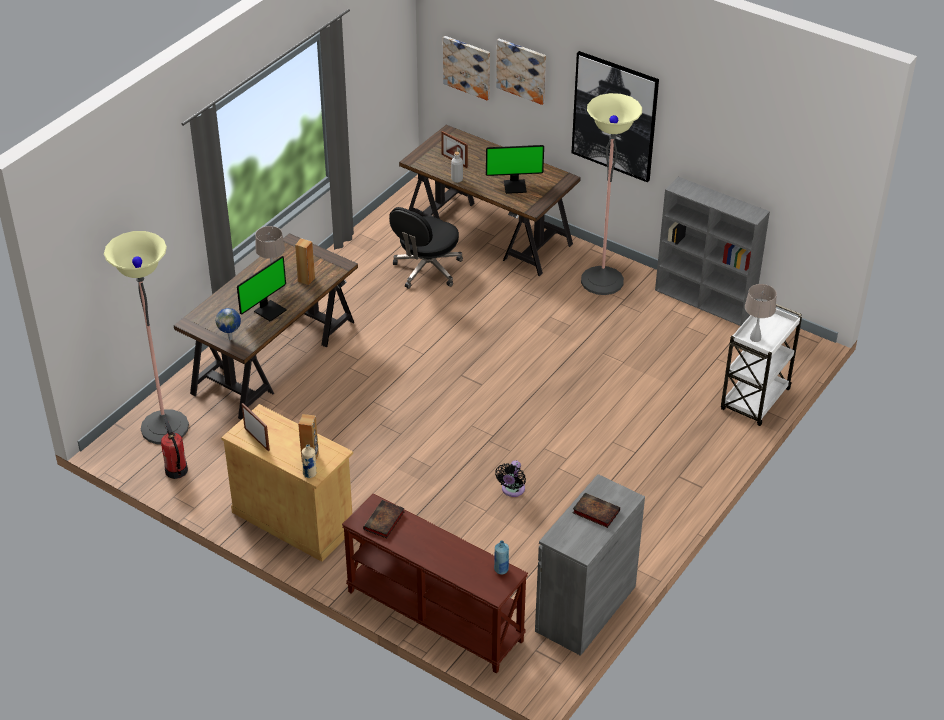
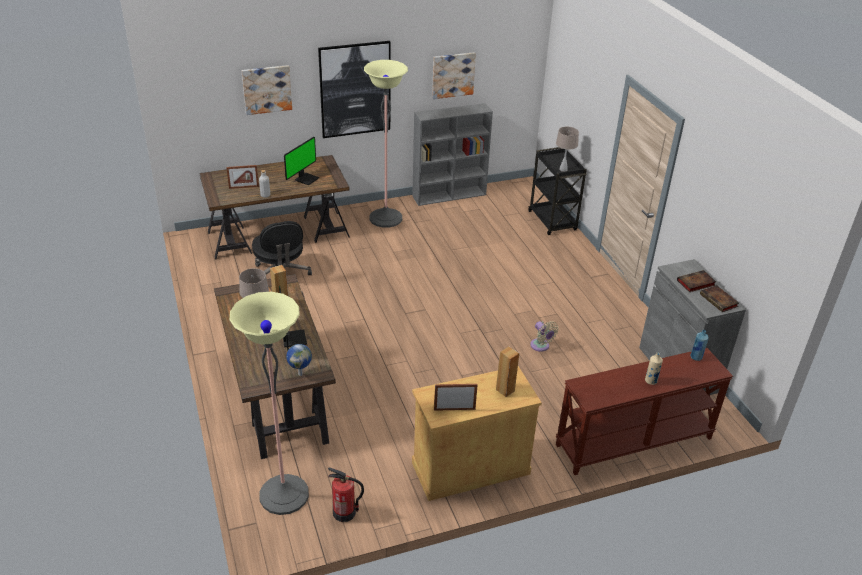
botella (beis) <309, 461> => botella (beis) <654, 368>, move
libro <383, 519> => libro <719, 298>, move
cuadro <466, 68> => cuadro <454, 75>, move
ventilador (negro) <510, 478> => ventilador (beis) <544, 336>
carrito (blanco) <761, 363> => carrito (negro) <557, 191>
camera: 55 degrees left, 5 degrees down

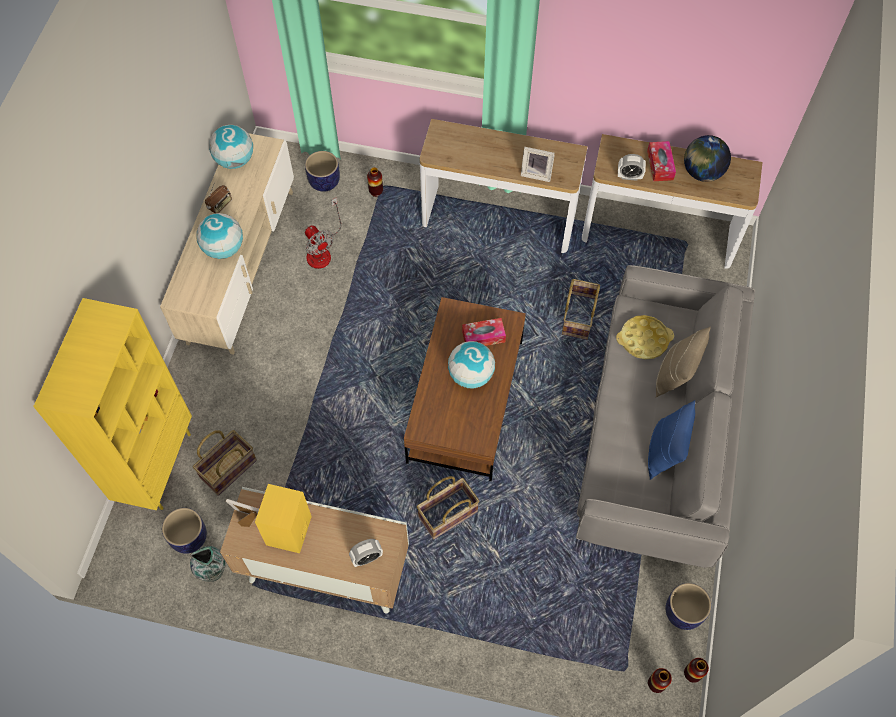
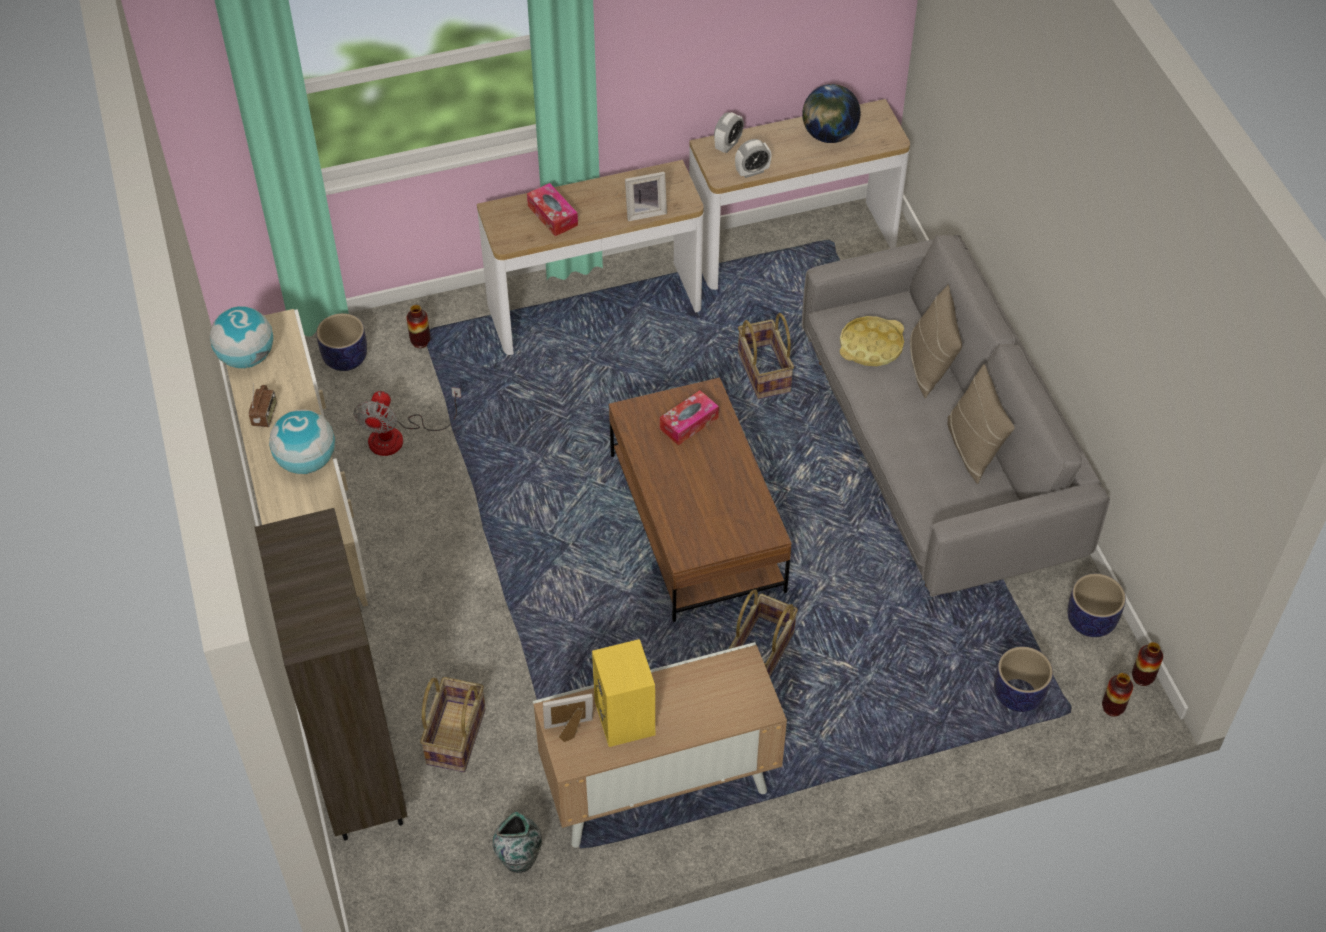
estantería (amarillo) <112, 404> => estantería (marrón) <330, 674>
maceta <184, 531> => maceta <1023, 679>, move
ventilador <323, 233> => ventilador <407, 421>, 75 degrees clockwise
despertador <366, 553> => despertador <729, 132>, move
globo terráqueo <471, 365> => nothing
caja de pañuelos <661, 161> => caja de pañuelos <552, 209>, move
cojín (azul) <671, 440> => cojín (beis) <981, 424>
camera: 30 degrees left, 10 degrees down

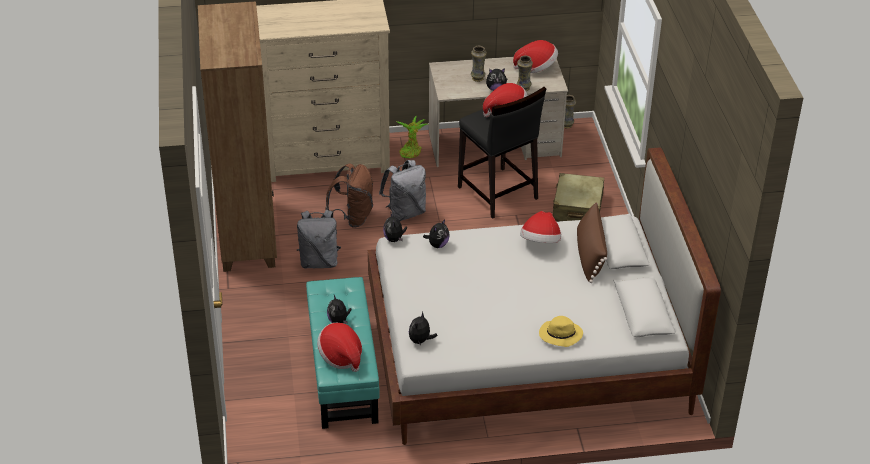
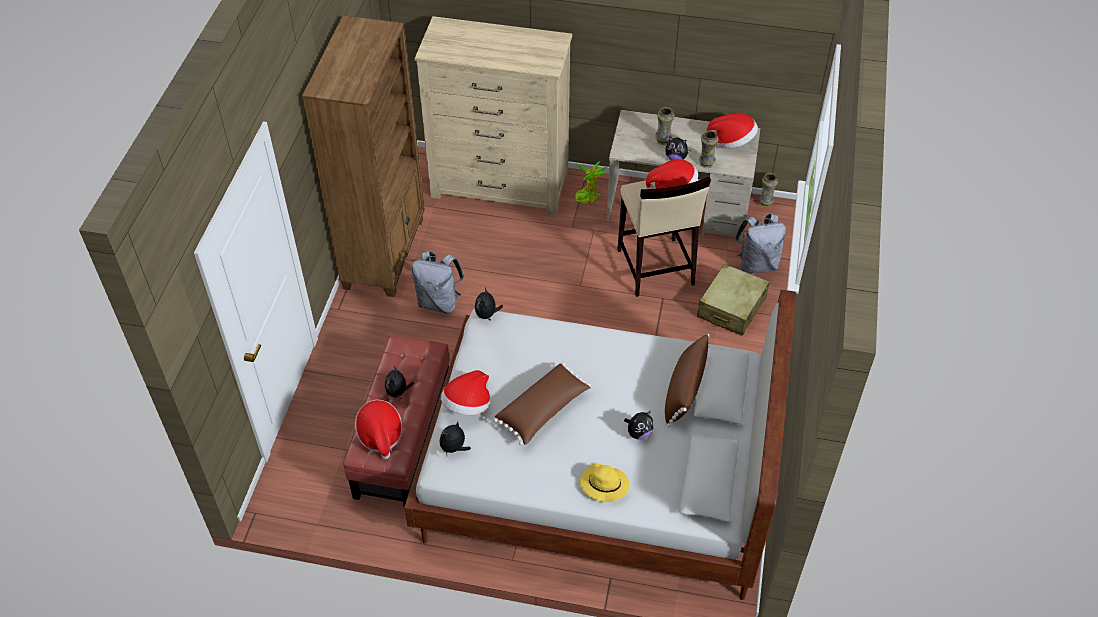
puf (turquesa) <342, 353> => puf (rojo) <396, 421>
mochila (marrón) <349, 196> => nothing
mochila (gris) <402, 190> => mochila (gris) <760, 243>, move
peluche <436, 233> => peluche <639, 425>, move
taburete (negro) <502, 153> => taburete (beis) <664, 237>
sombrero <540, 227> => sombrero <465, 392>, move
nothing => cojín (marrón) <542, 403>
camera: 20 degrees right, 10 degrees up

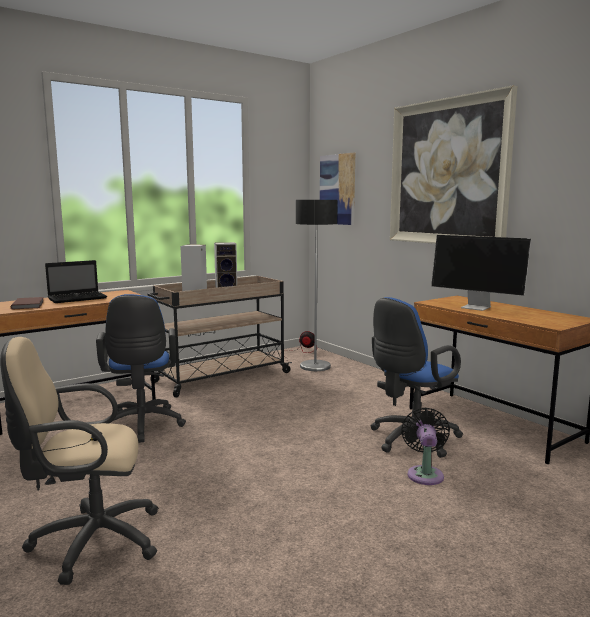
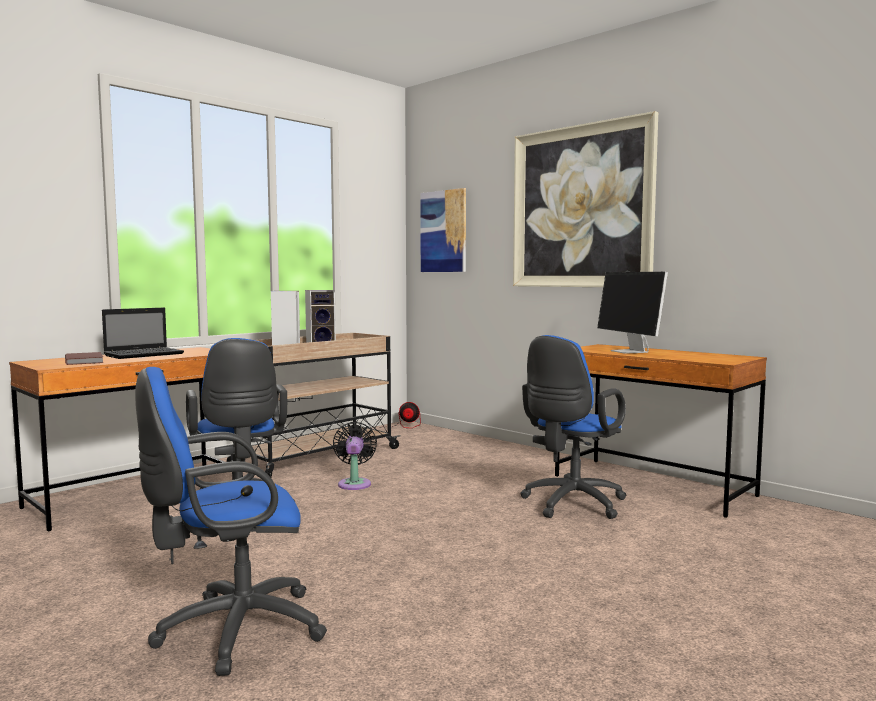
silla de oficina (beis) <79, 461> => silla de oficina (azul) <231, 521>
lámpara de pie <317, 285> => nothing
ventilador (negro) <425, 446> => ventilador (negro) <355, 456>, move
monitor <481, 273> => monitor <632, 313>, 45 degrees clockwise
camera: 10 degrees left, 5 degrees down

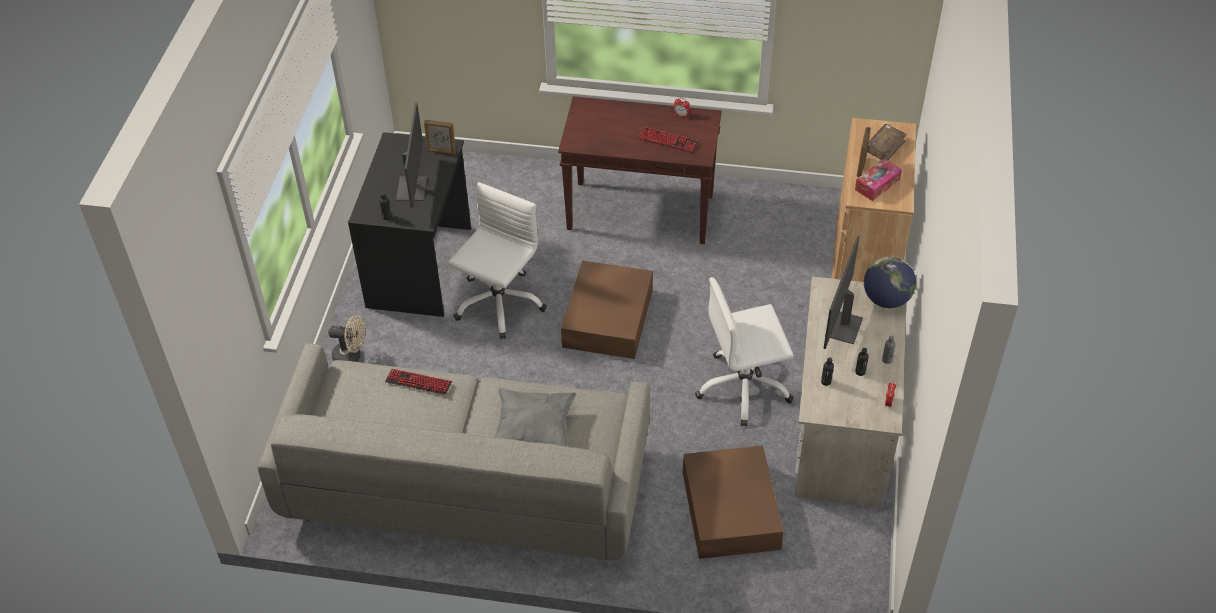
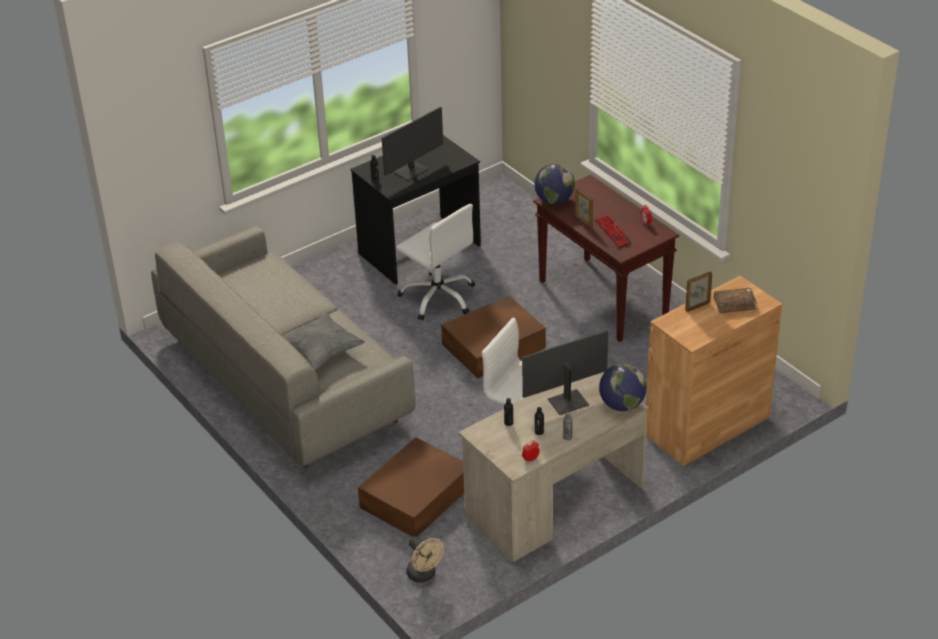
ventilador (beis) <346, 338> => ventilador (beis) <425, 559>, move
teclado <418, 382> => nothing
portarretratos <440, 137> => portarretratos <584, 208>, move
silla de oficina (blanco) <497, 260> => silla de oficina (blanco) <435, 262>, 60 degrees clockwise
caja de pañuelos <878, 180> => nothing
nothing => globo terráqueo <554, 184>
camera: 45 degrees right, 10 degrees down

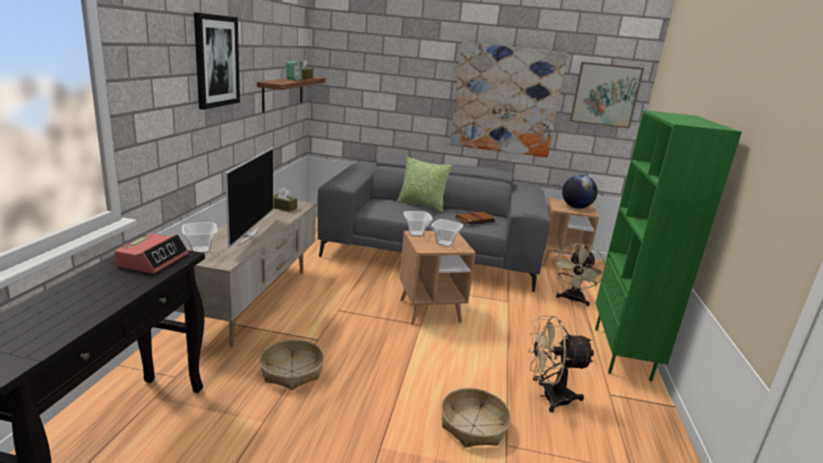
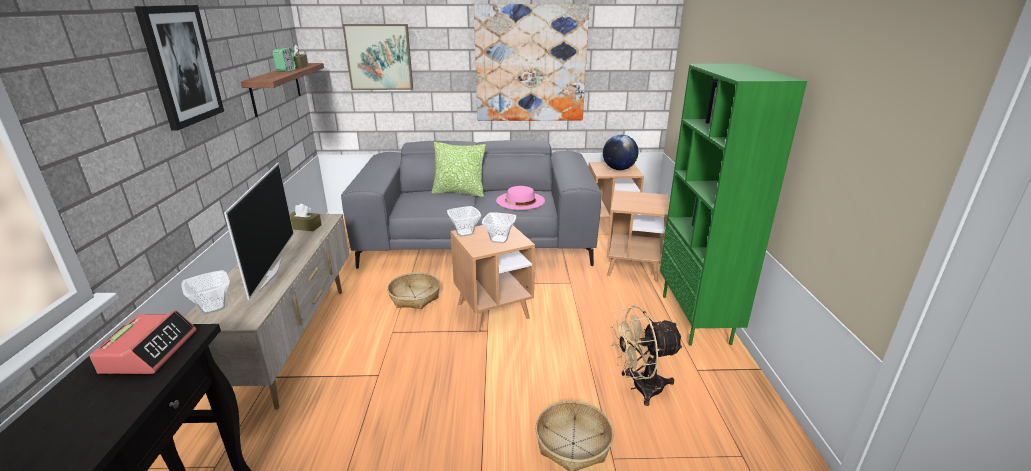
cesta <291, 364> => cesta <413, 290>, move
libro (marrón) <476, 218> => sombrero (rosa) <520, 198>
ventilador (beis) <580, 274> => mesa auxiliar (marrón) <638, 236>
cuadro <607, 95> => cuadro <377, 57>, move
camera: 10 degrees left, 5 degrees up

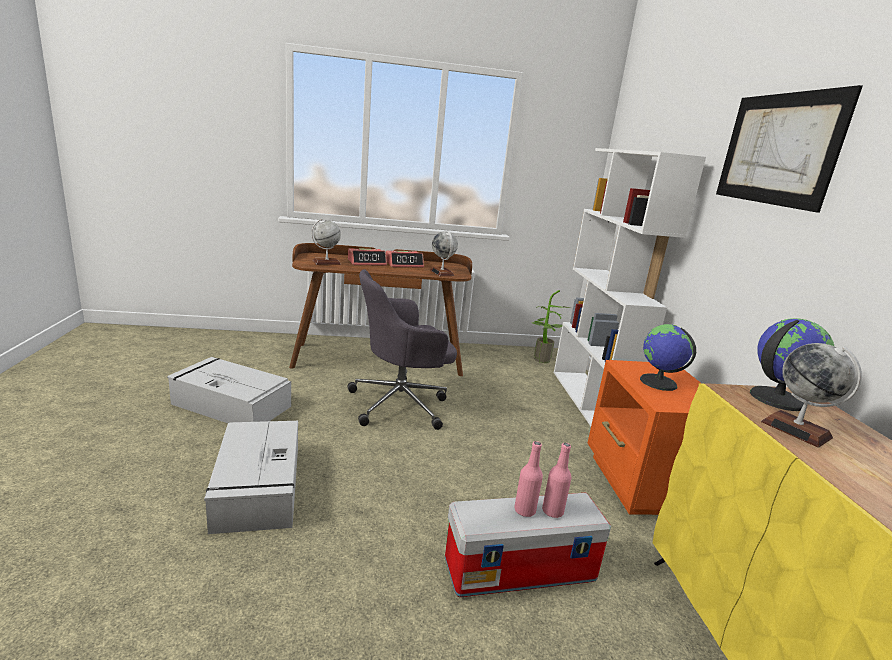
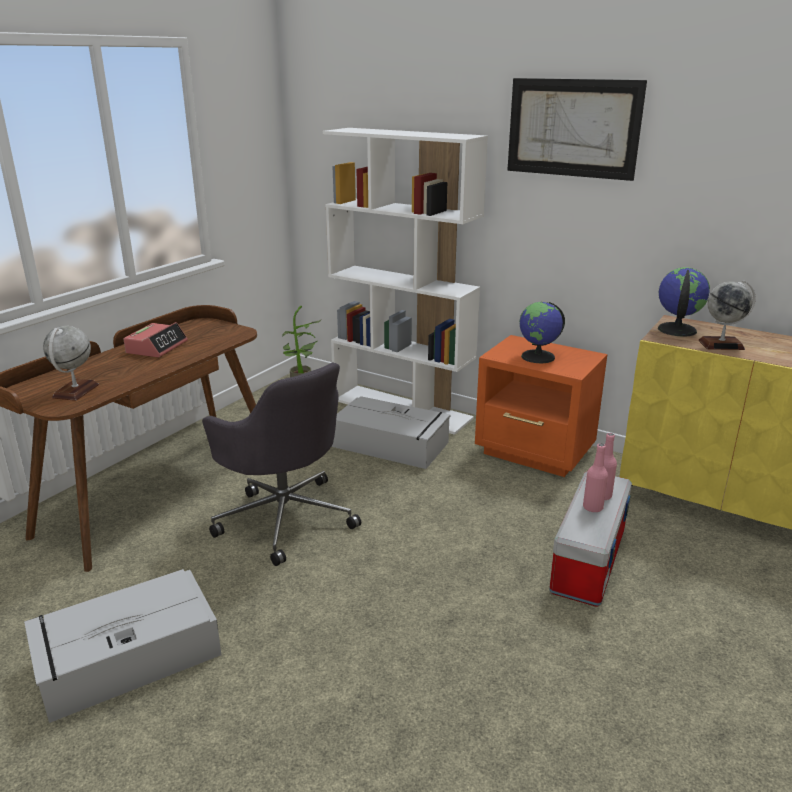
caja de almacenaje (gris) <251, 477> => caja de almacenaje (gris) <391, 432>, move
silla de oficina (gris) <402, 349> => silla de oficina (gris) <281, 464>, 60 degrees counterclockwise
despertador <367, 257> => nothing
globo terráqueo <444, 253> => nothing
camera: 50 degrees left, 5 degrees up

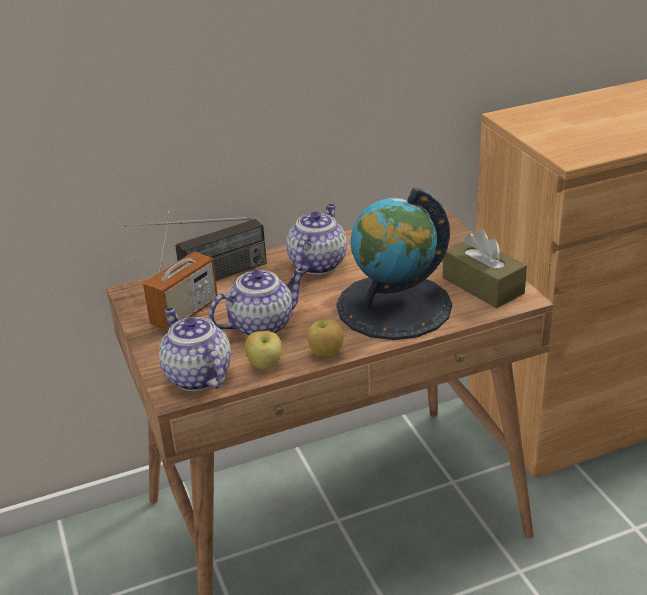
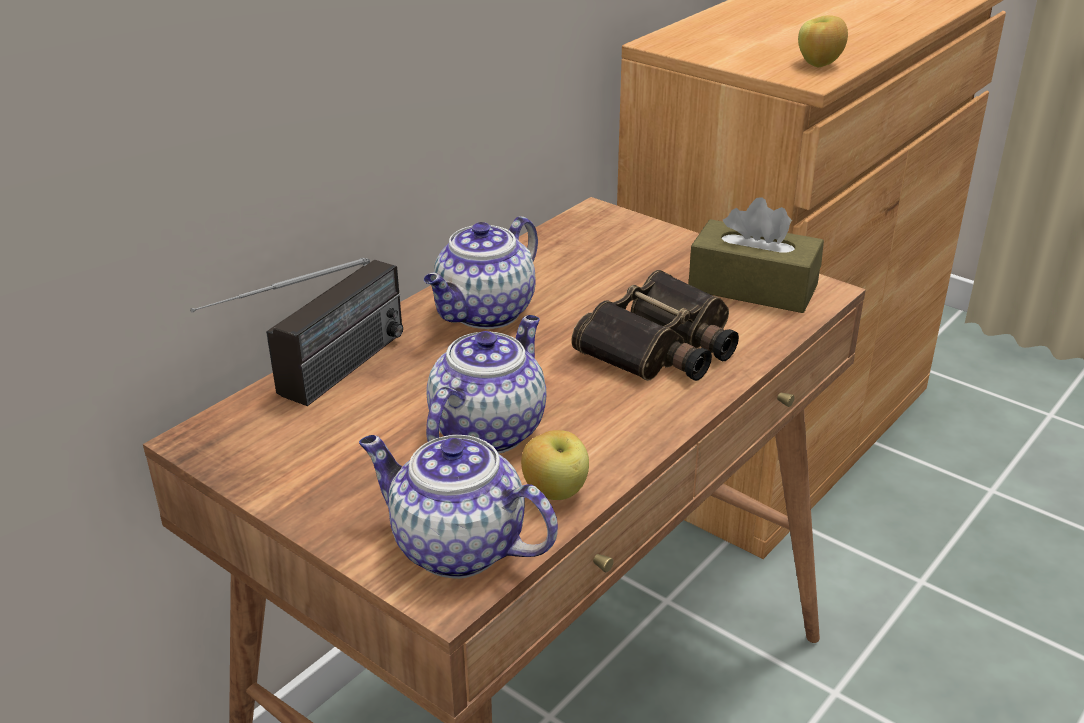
radio <180, 271> => nothing
tetera <316, 239> => tetera <481, 273>, 135 degrees counterclockwise
manzana <325, 338> => manzana <823, 41>, move
globo terráqueo <394, 264> => prismáticos <655, 325>
camera: 30 degrees left, 0 degrees up

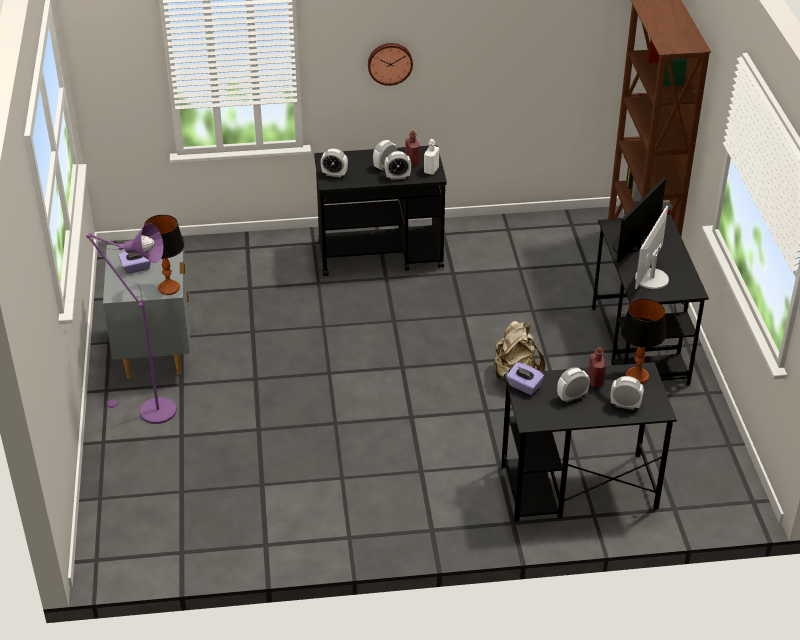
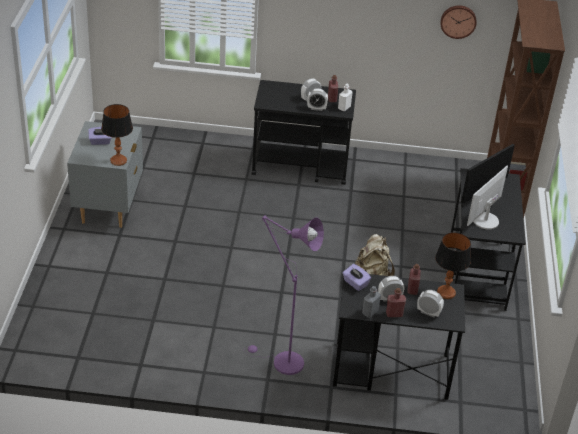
lámpara de pie (morado) <131, 323> => lámpara de pie (morado) <284, 295>, move
despertador <334, 163> => nothing
reloj de pared <390, 64> => reloj de pared <459, 22>, move
nothing => botella (gris) <371, 302>
nothing => botella (rojo) <396, 302>
camera: 10 degrees right, 0 degrees up

